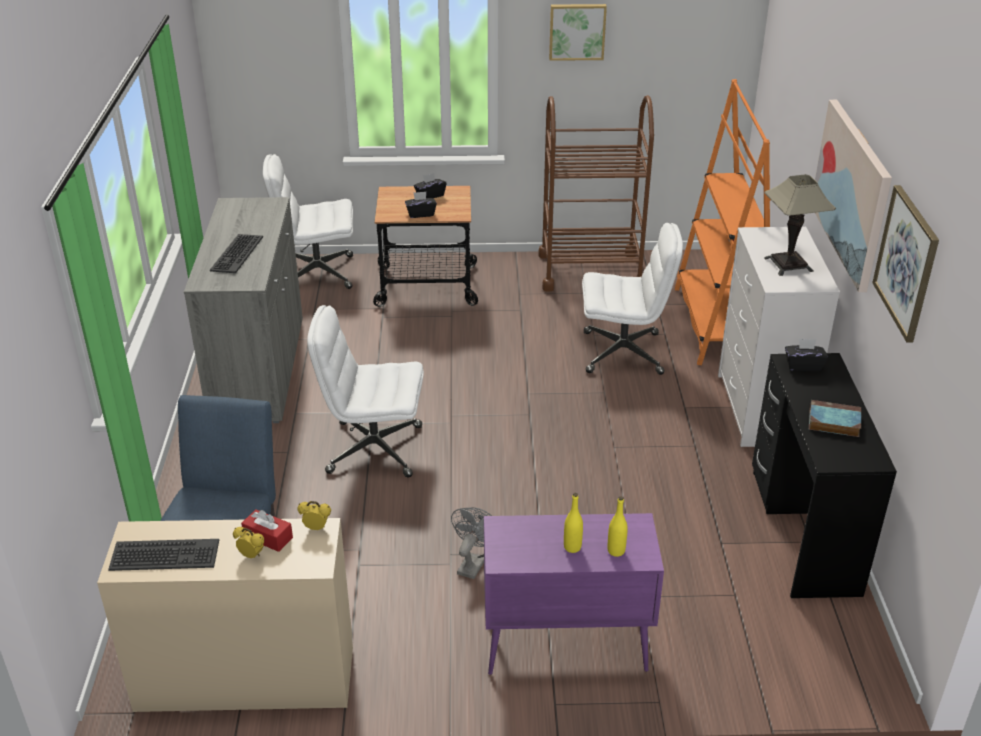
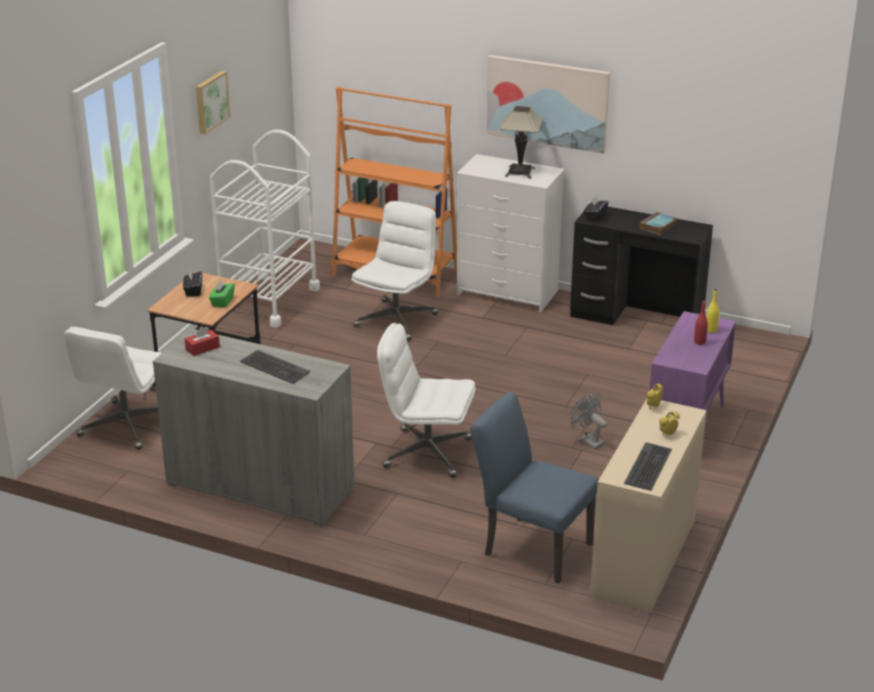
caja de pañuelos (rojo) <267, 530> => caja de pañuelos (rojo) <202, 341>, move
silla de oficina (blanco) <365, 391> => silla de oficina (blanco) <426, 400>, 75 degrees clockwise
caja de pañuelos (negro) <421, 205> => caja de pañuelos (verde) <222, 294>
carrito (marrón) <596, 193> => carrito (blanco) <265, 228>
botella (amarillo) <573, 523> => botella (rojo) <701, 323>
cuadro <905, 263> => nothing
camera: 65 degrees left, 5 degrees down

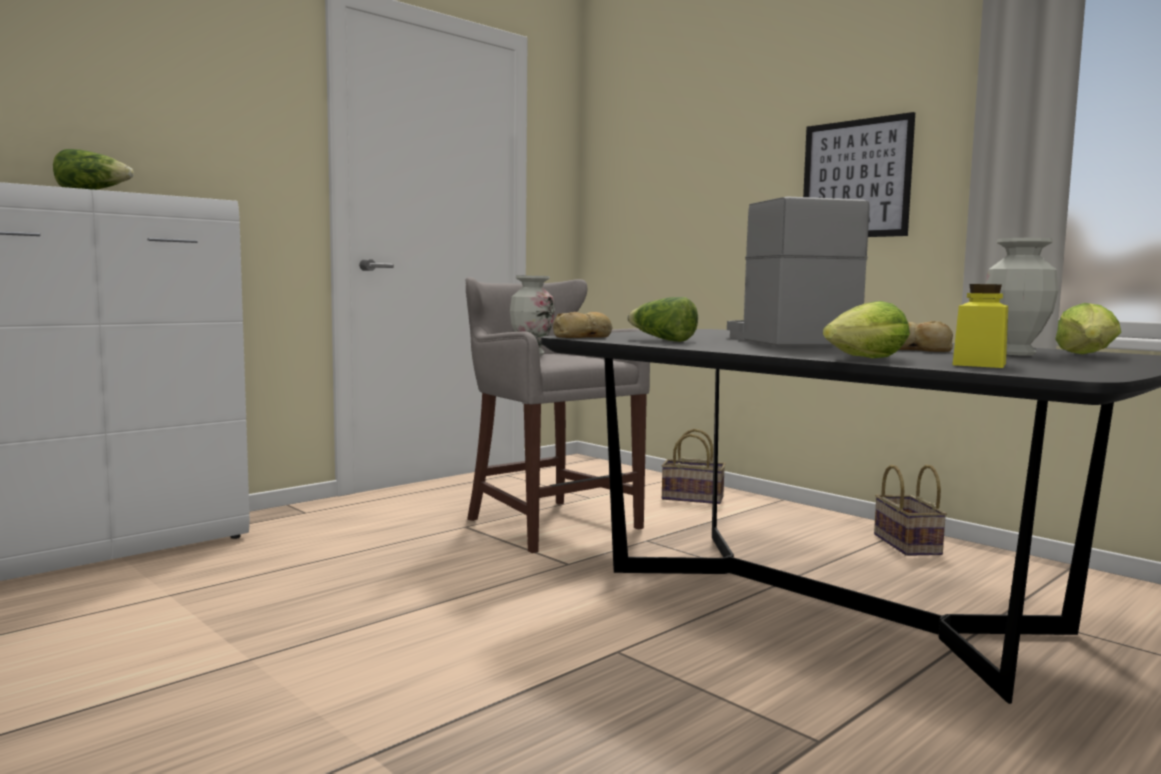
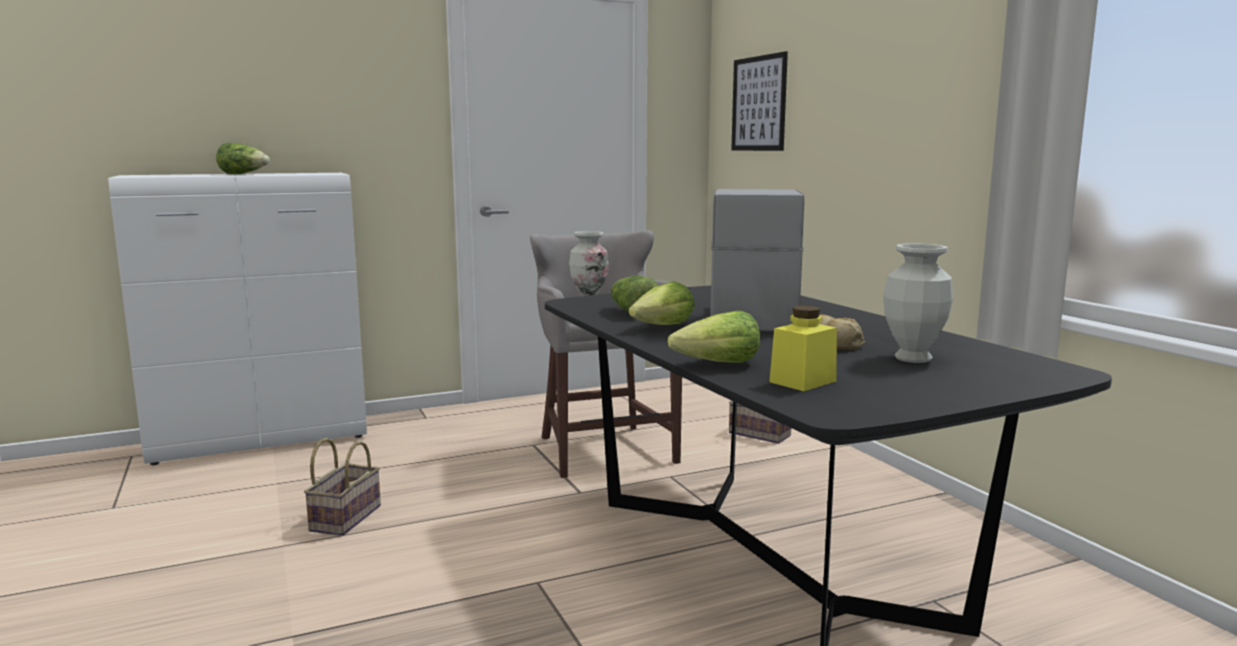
pan <583, 325> => nothing
cuadro <859, 174> => cuadro <759, 101>, move
cesta <910, 510> => cesta <342, 487>, move
lechuga <1088, 328> => lechuga <662, 303>, move
camera: 20 degrees right, 5 degrees up

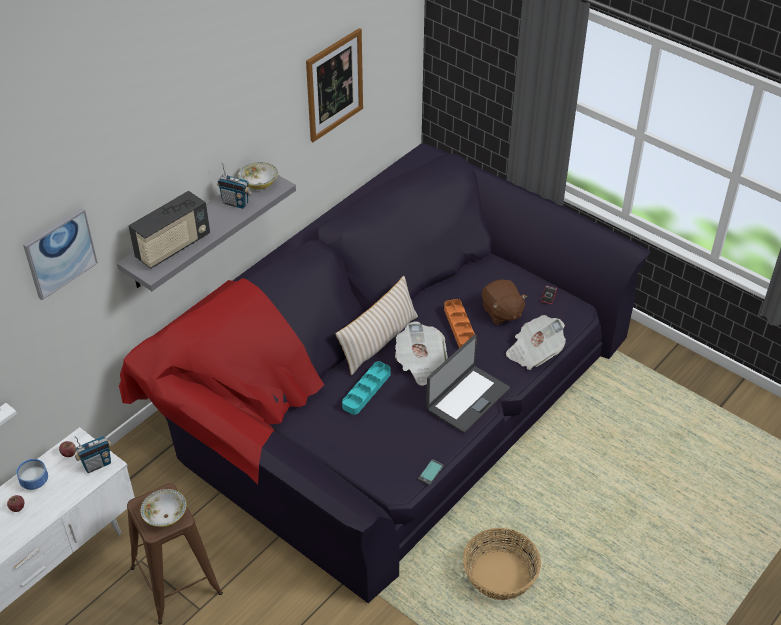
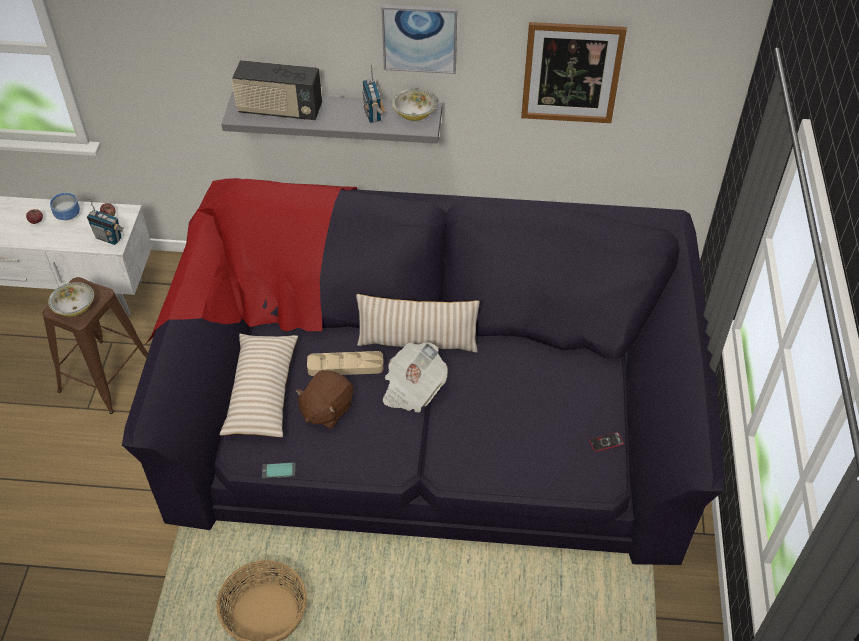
cuadro <60, 254> => cuadro <419, 39>, move
bandeja (turquesa) <366, 388> => bandeja (beis) <345, 363>
portátil <468, 384> => nothing
bandeja (naranja) <460, 323> => nothing
peluche (marrón) <504, 302> => peluche (marrón) <324, 399>, move
periódico <536, 342> => nothing
nothing => cojín (beis) <259, 385>
camera: 55 degrees right, 5 degrees up

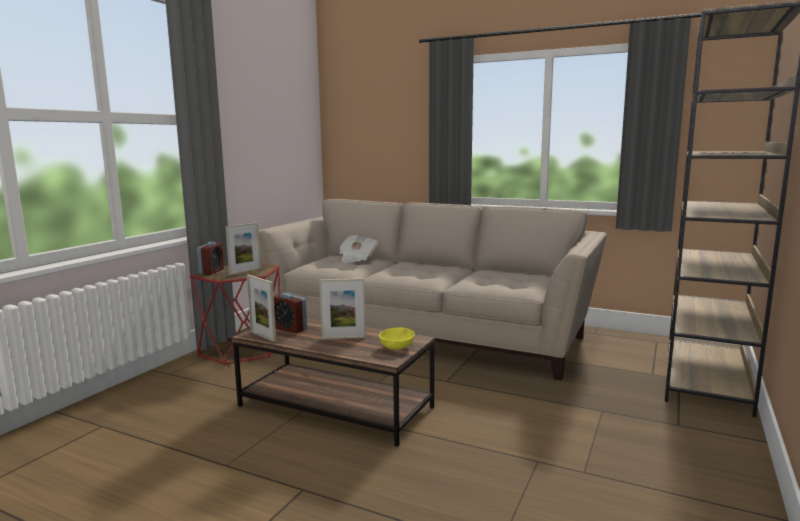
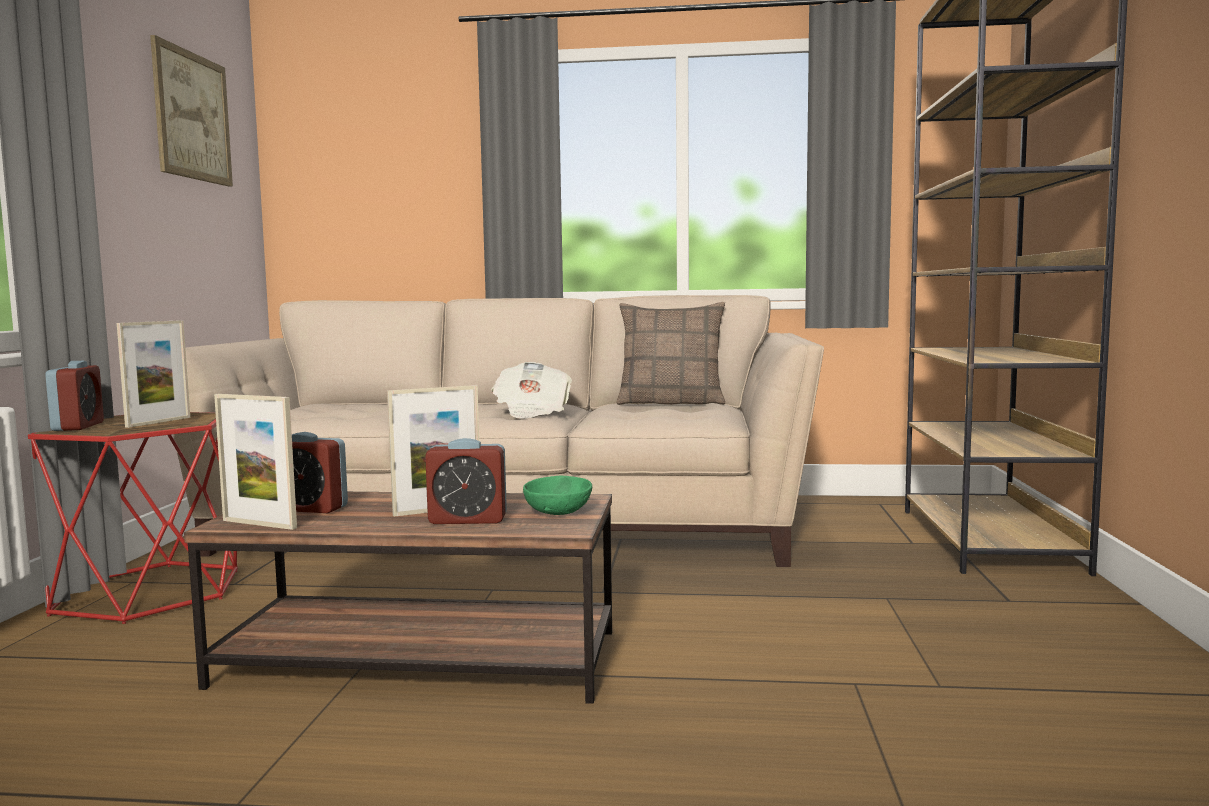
periódico <358, 249> => periódico <532, 390>, move
cuenco (amarillo) <397, 339> => cuenco (verde) <557, 495>
nothing => cuadro <191, 111>
nothing => despertador <466, 481>
nothing => cojín <671, 353>
camera: 20 degrees left, 5 degrees down

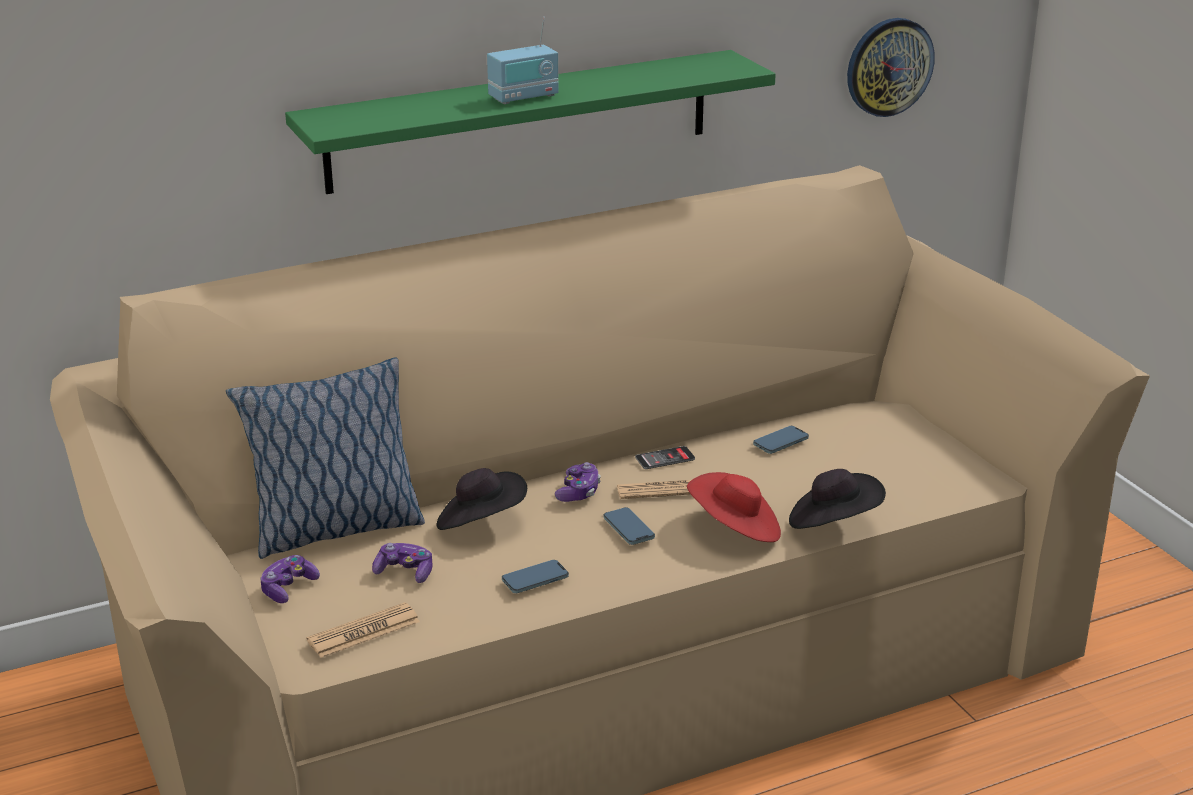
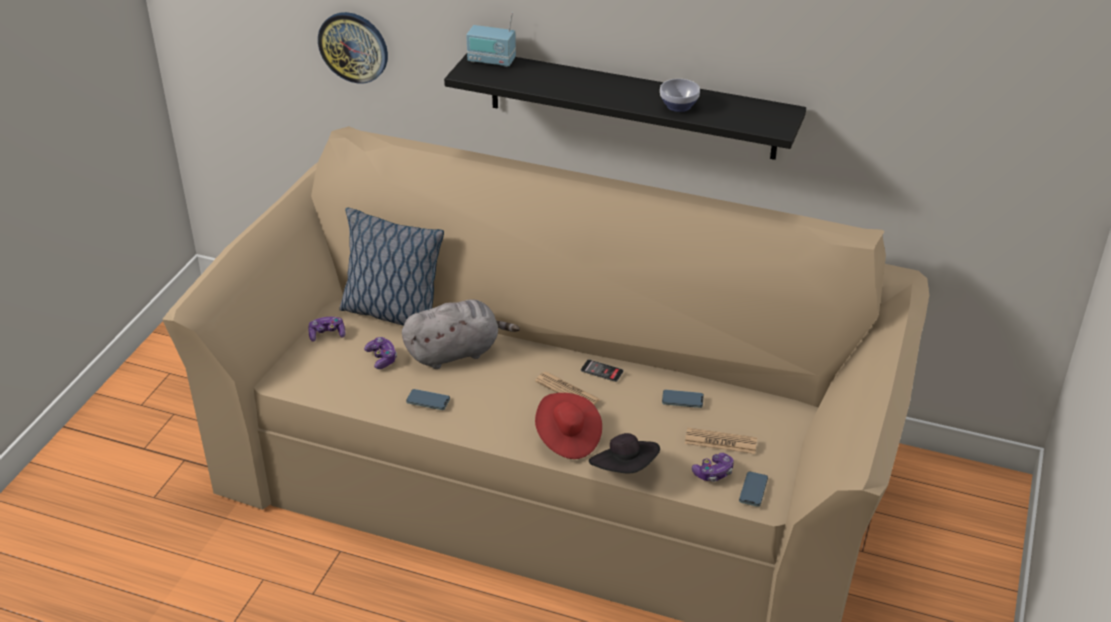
estante (verde) <530, 122> => estante (negro) <625, 107>
periódico <363, 630> => periódico <721, 441>, move
sombrero (negro) <481, 499> => peluche (gris) <461, 334>
radio <523, 60> => radio <491, 40>, move
mando de consola <578, 482> => mando de consola <713, 467>, move
móvil <629, 526> => móvil <753, 489>, move
reloj de pared <891, 67> => reloj de pared <353, 48>, move
nothing => cuenco <680, 95>
camera: 45 degrees right, 10 degrees up

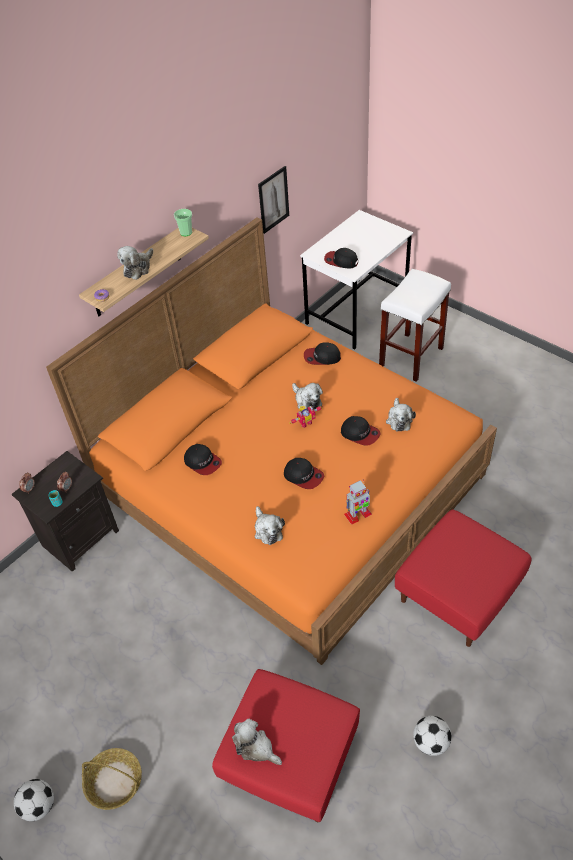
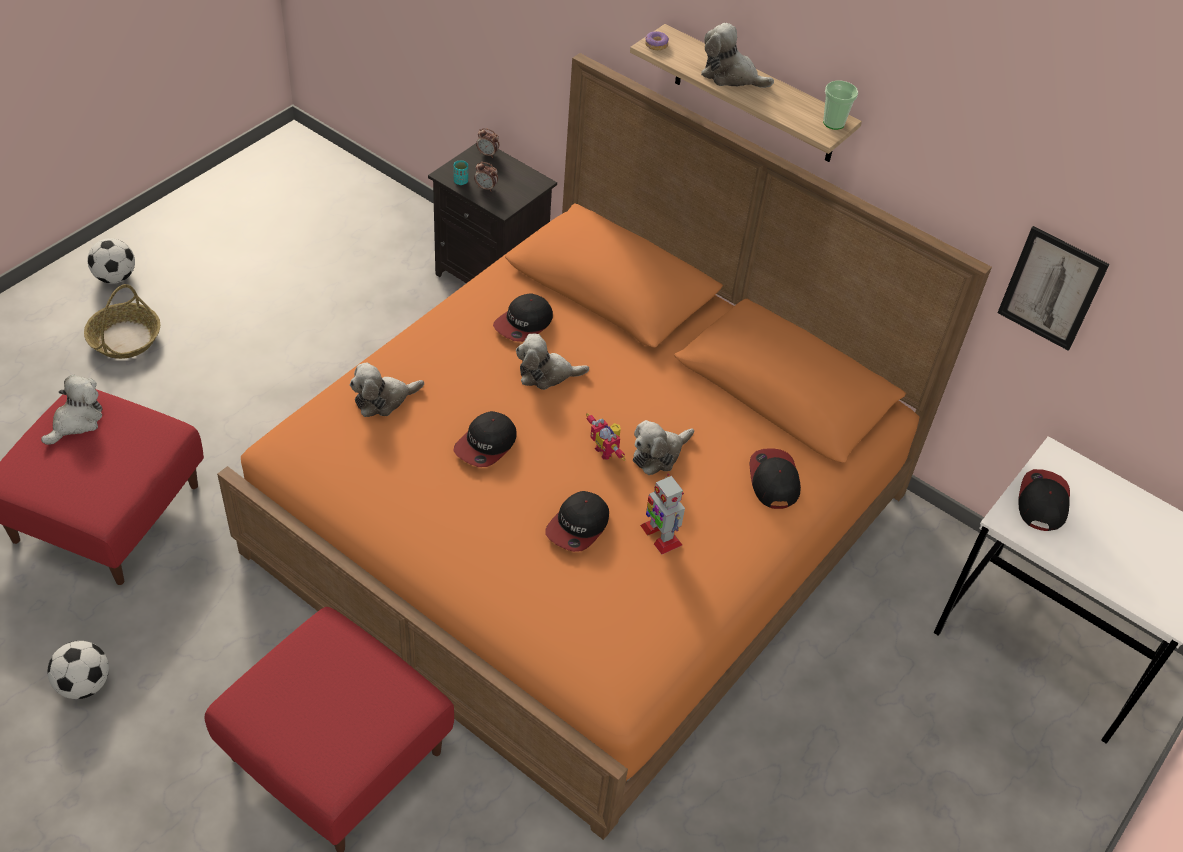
robot de juguete <358, 502> => robot de juguete <662, 514>, move
taburete (blanco) <415, 325> => nothing
peluche <401, 415> => peluche <552, 362>, move
camera: 80 degrees right, 0 degrees up

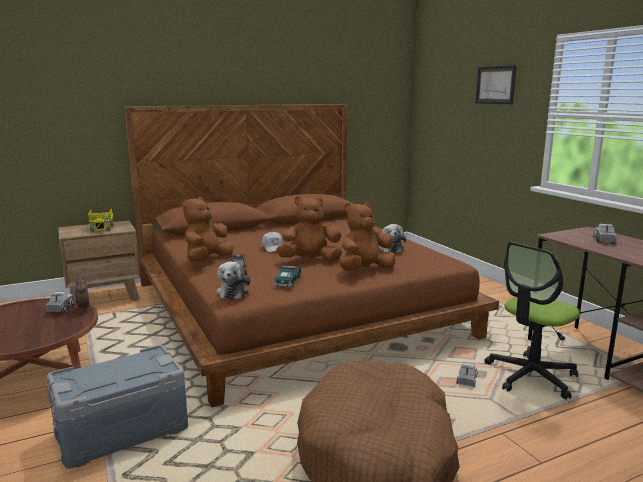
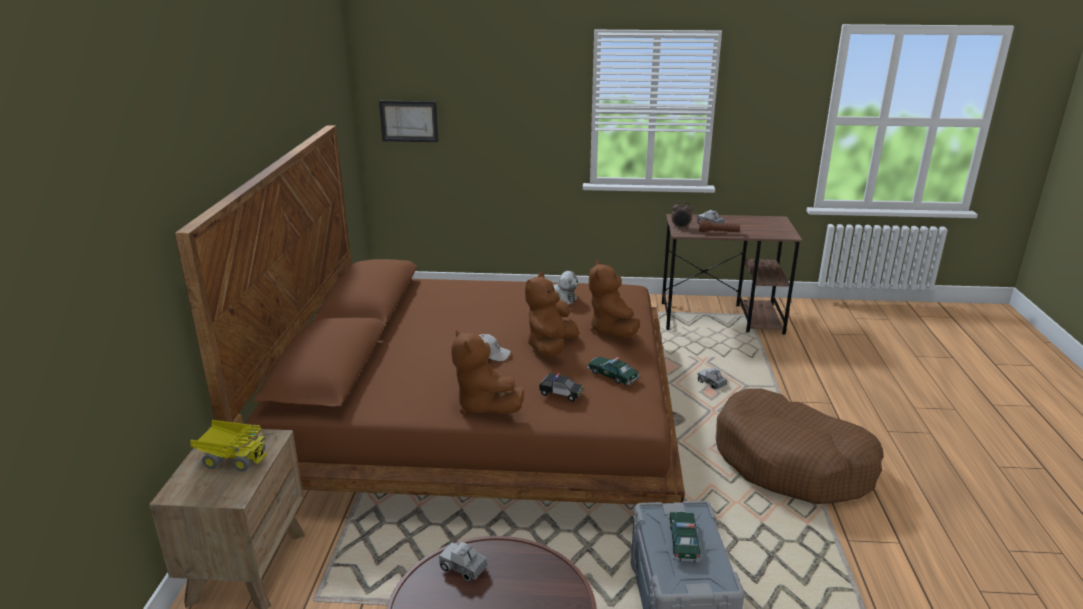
despertador <82, 294> => despertador <682, 215>, move
peluche <233, 280> => nothing
cuadro <496, 84> => cuadro <409, 121>, move
silla de oficina <532, 321> => nothing
nothing => coche de juguete <685, 537>
nothing => linterna (marrón) <719, 225>
camera: 60 degrees left, 10 degrees up

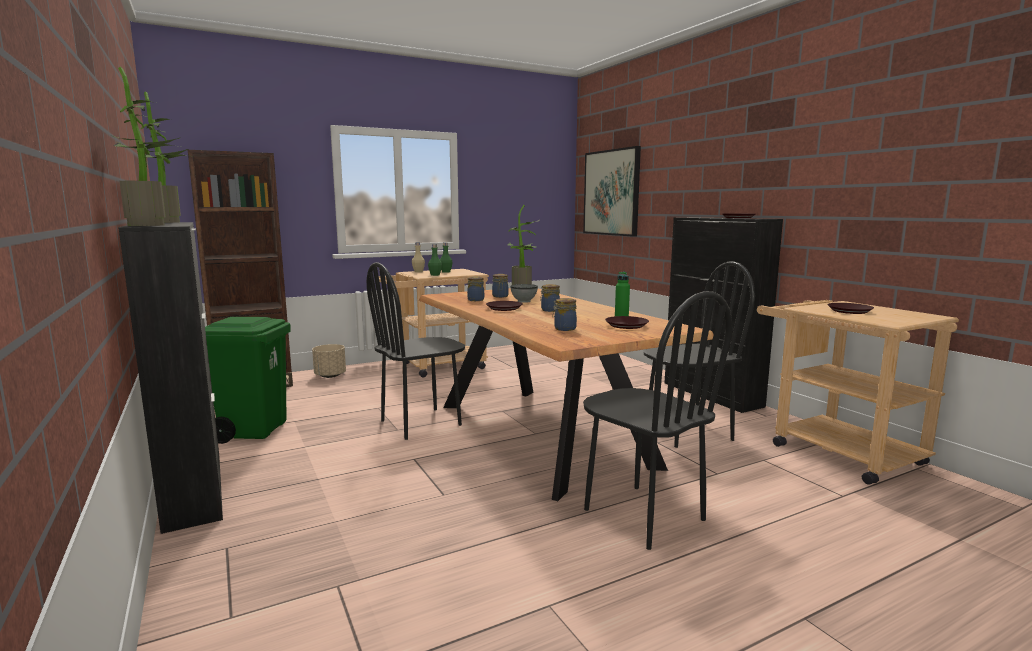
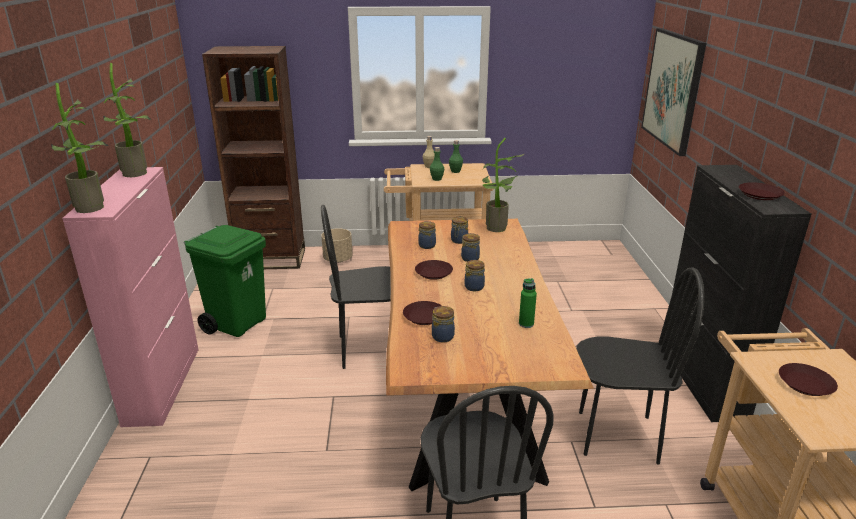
armario (negro) <170, 378> => armario (rosa) <130, 297>
cuenco (gris) <524, 293> => tarro <470, 247>
plato (marrón) <627, 322> => plato (marrón) <422, 313>, move
camera: 25 degrees right, 15 degrees up

